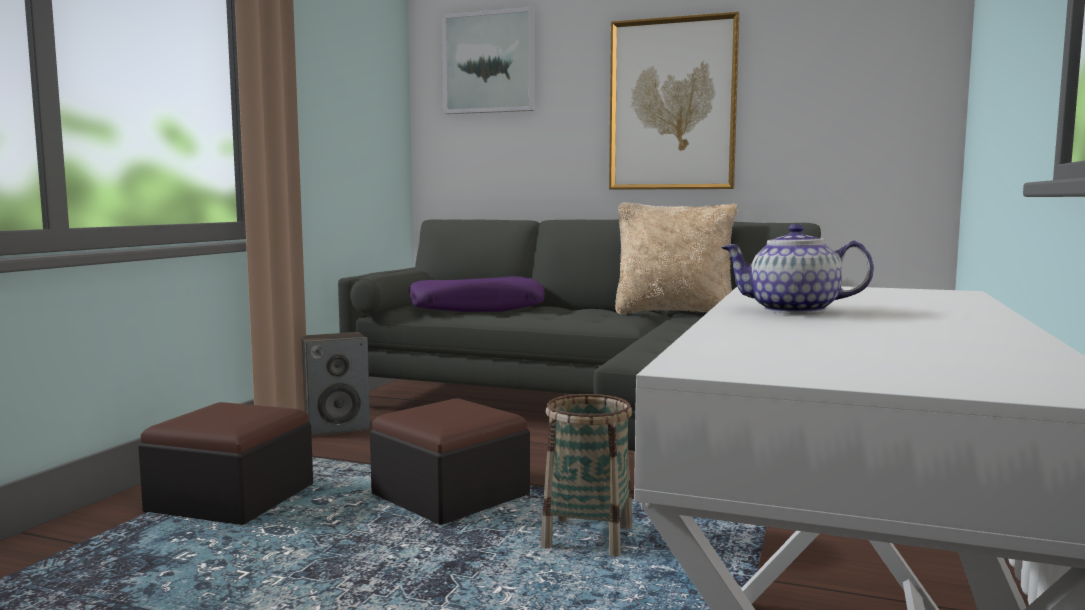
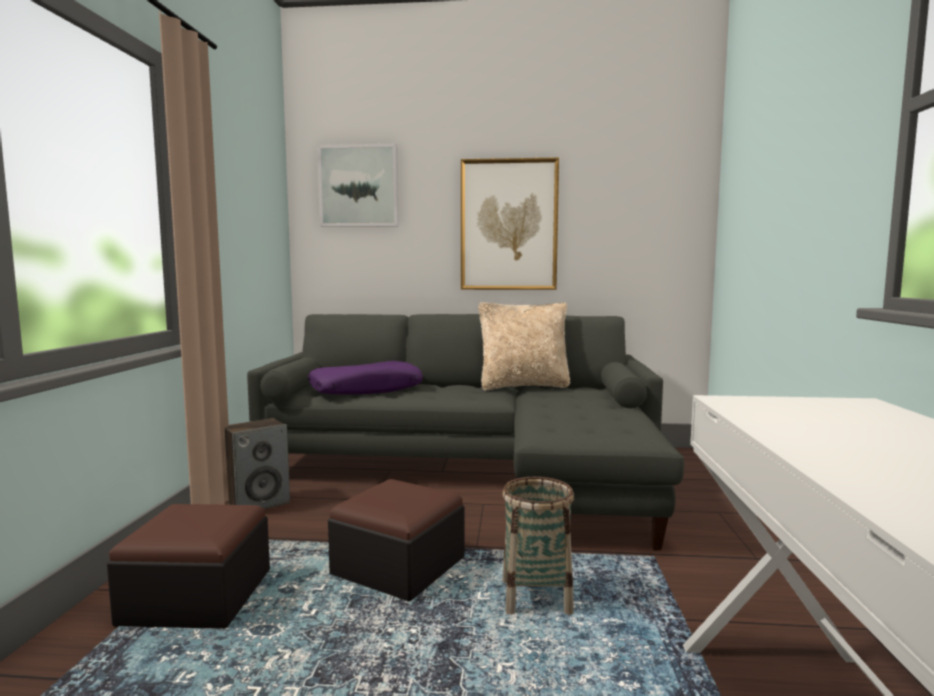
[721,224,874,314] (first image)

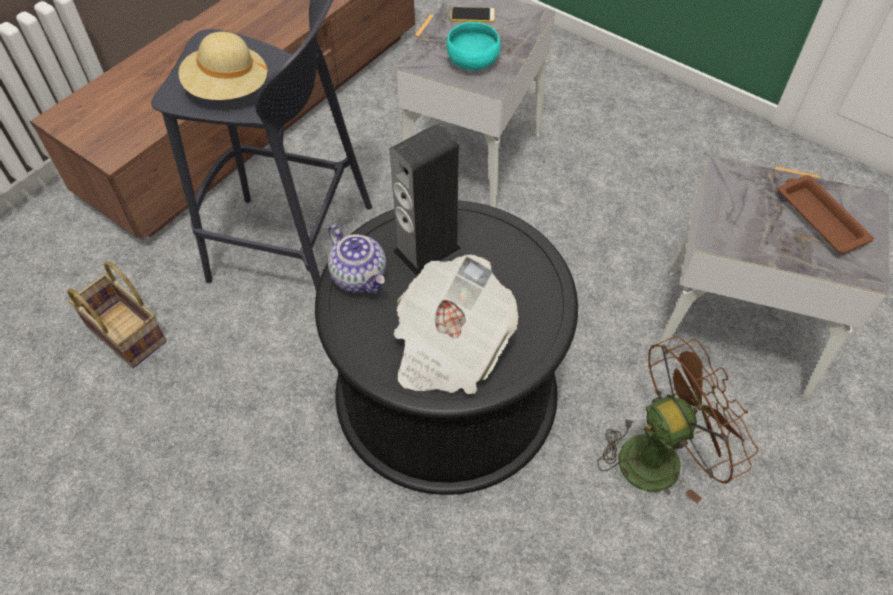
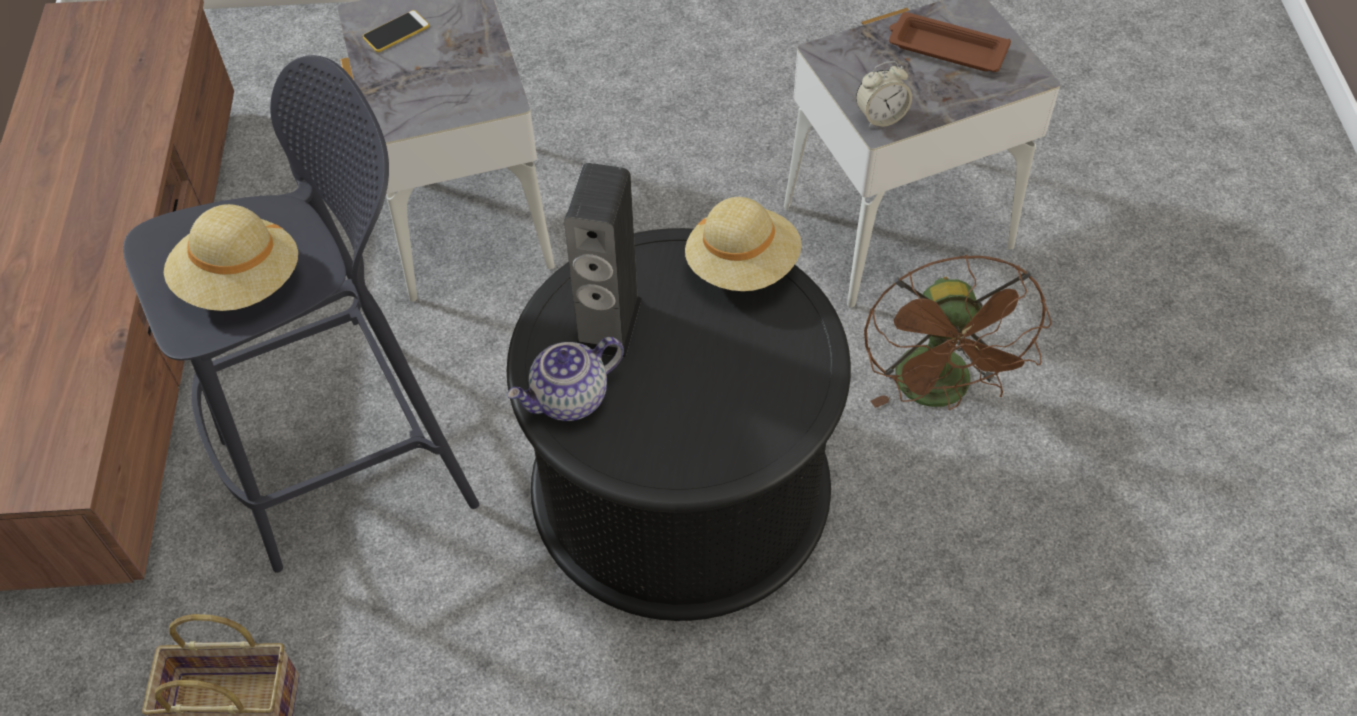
[507,337,624,421]
[685,197,802,291]
[856,61,912,128]
[864,255,1052,410]
[394,255,519,394] (first image)
[446,22,501,70] (first image)

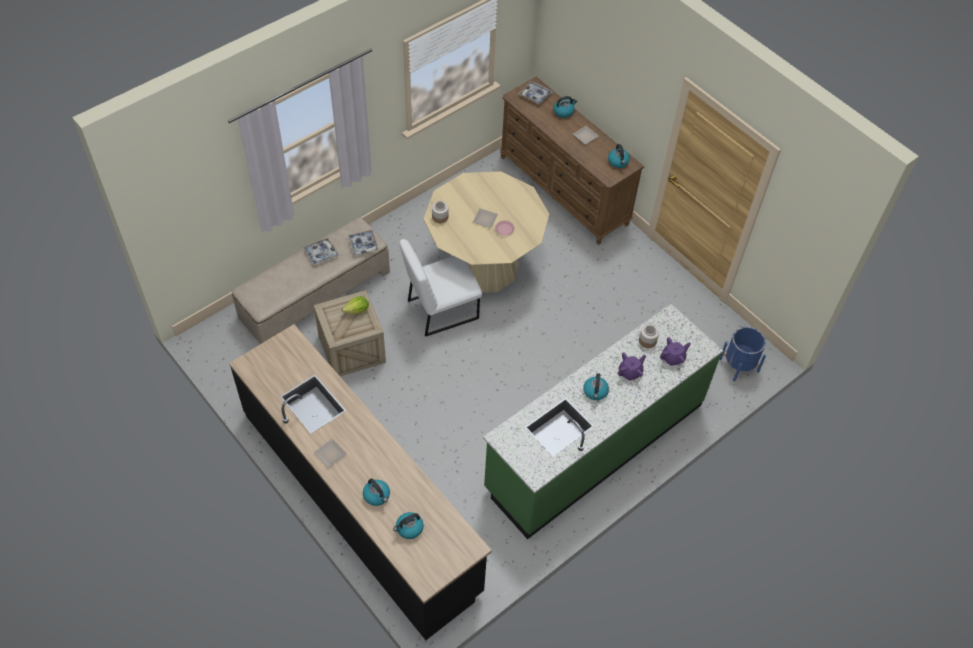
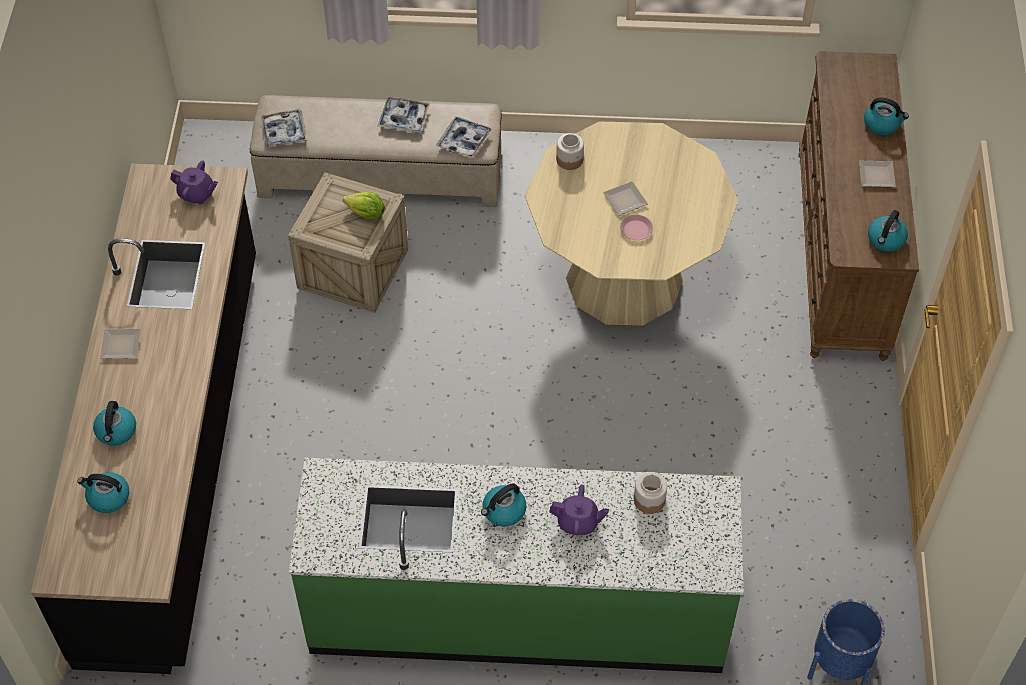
[170,160,218,204]
[261,109,308,147]
[399,239,482,337] (first image)

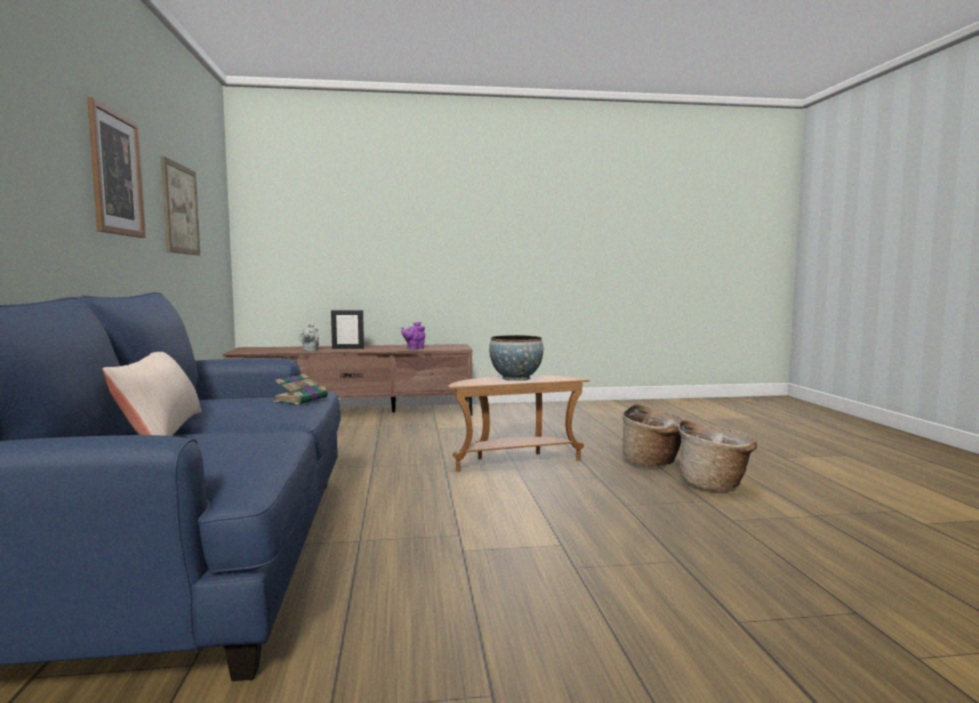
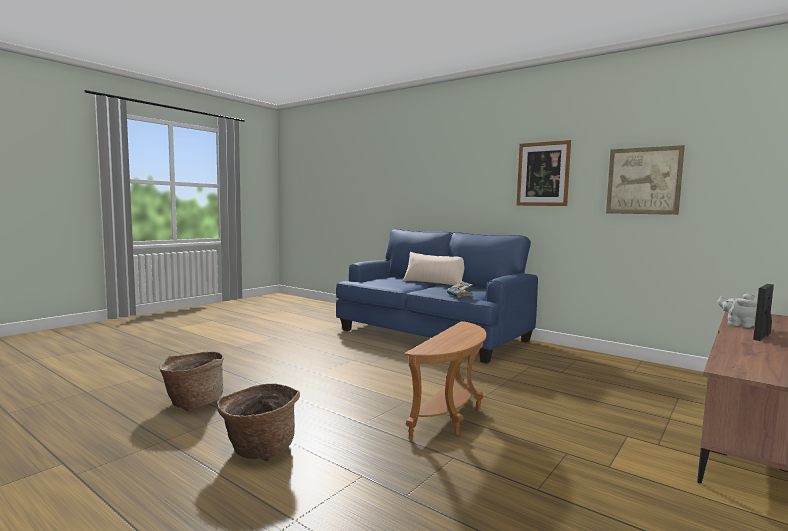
[159,351,224,411]
[401,322,425,350] (first image)
[489,335,543,381] (first image)

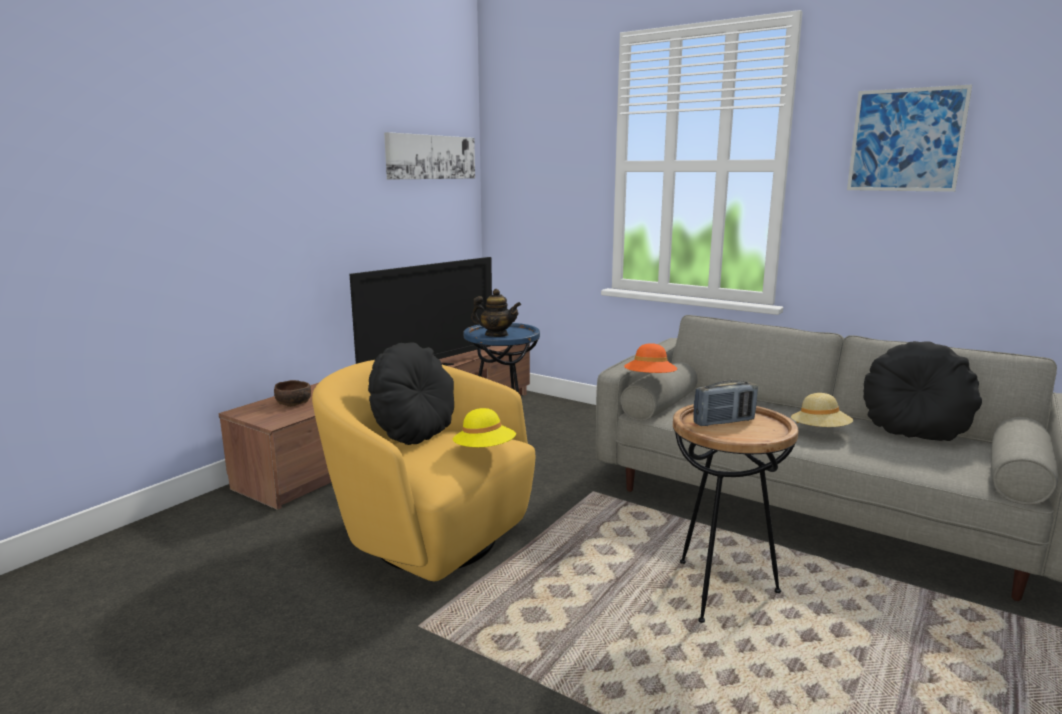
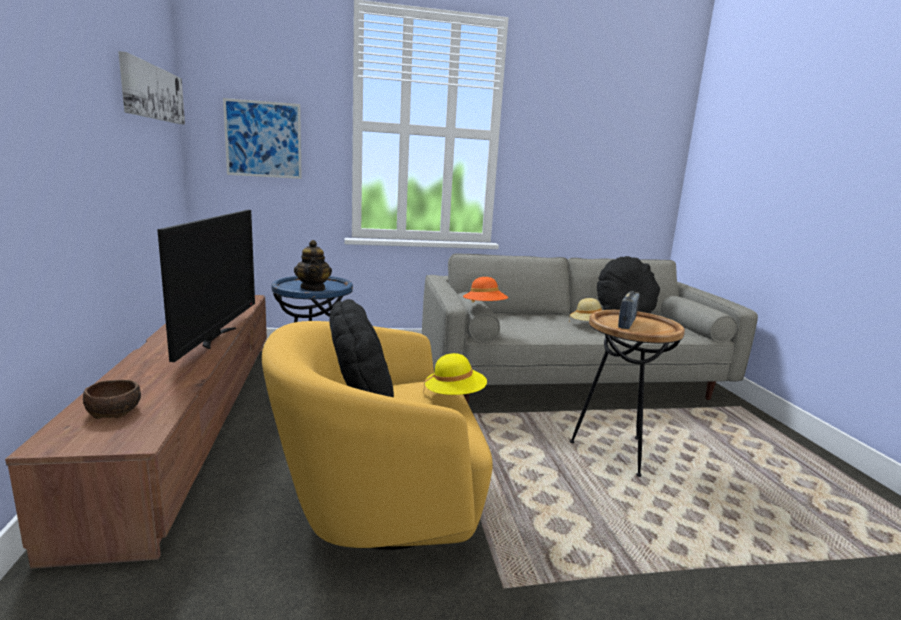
[223,98,302,179]
[294,240,332,291]

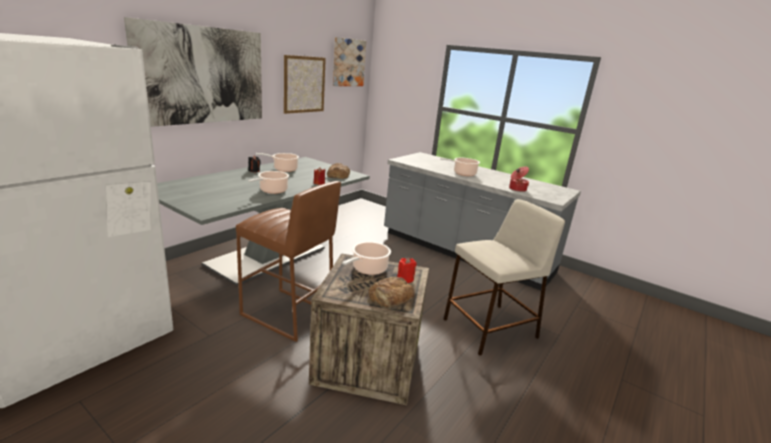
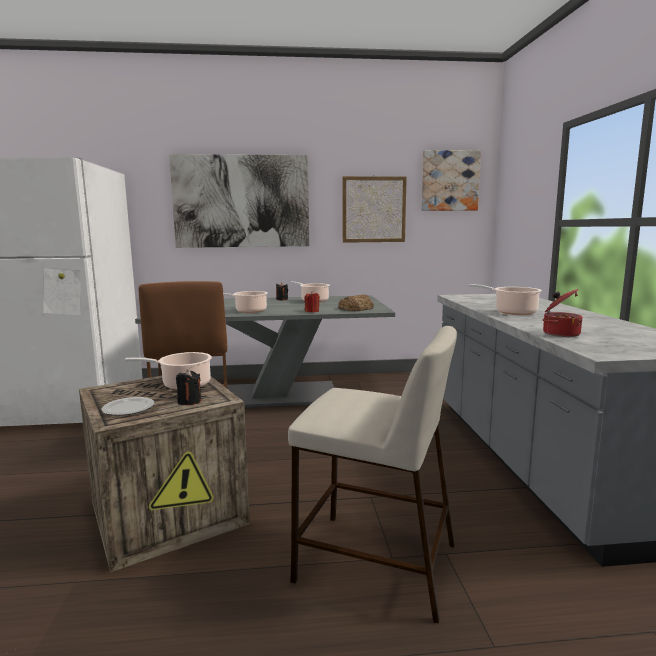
[101,397,154,416]
[176,369,201,405]

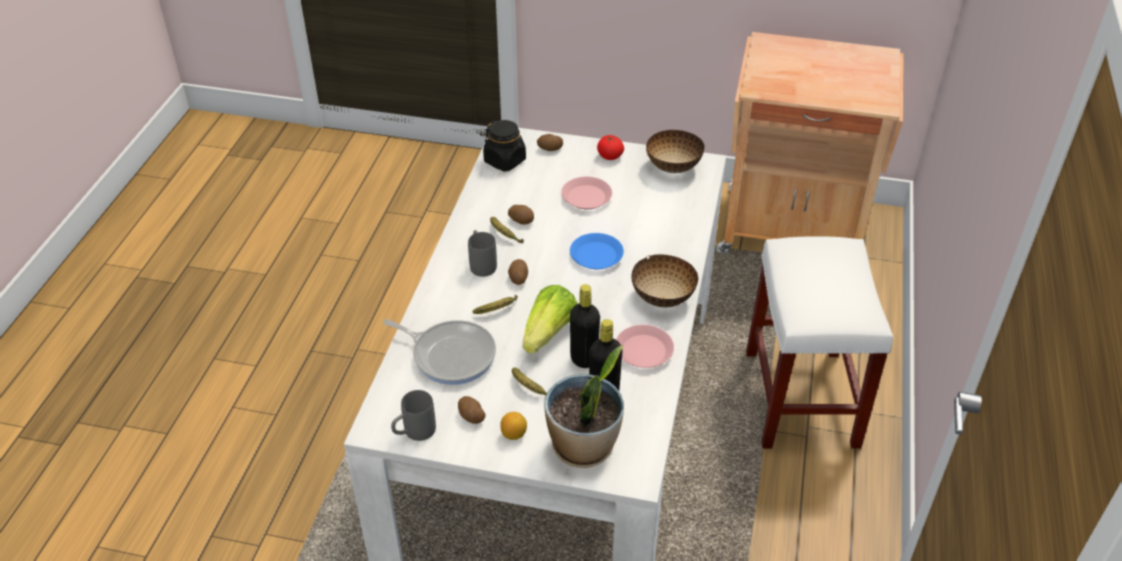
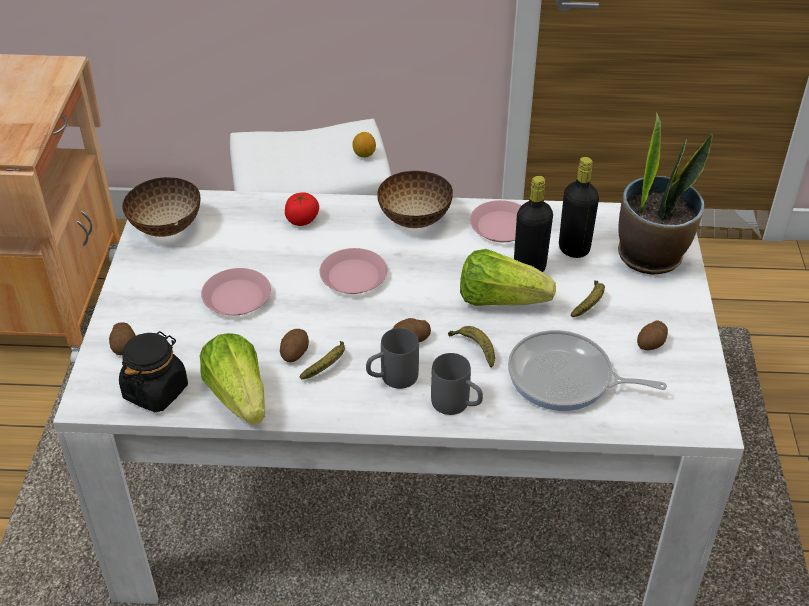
[200,333,265,425]
[285,192,319,226]
[320,248,387,294]
[352,132,376,158]
[431,353,483,415]
[508,330,667,411]

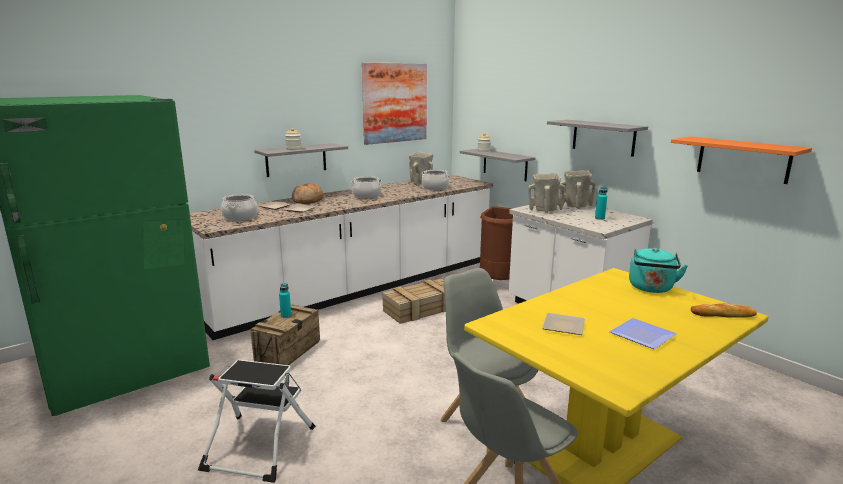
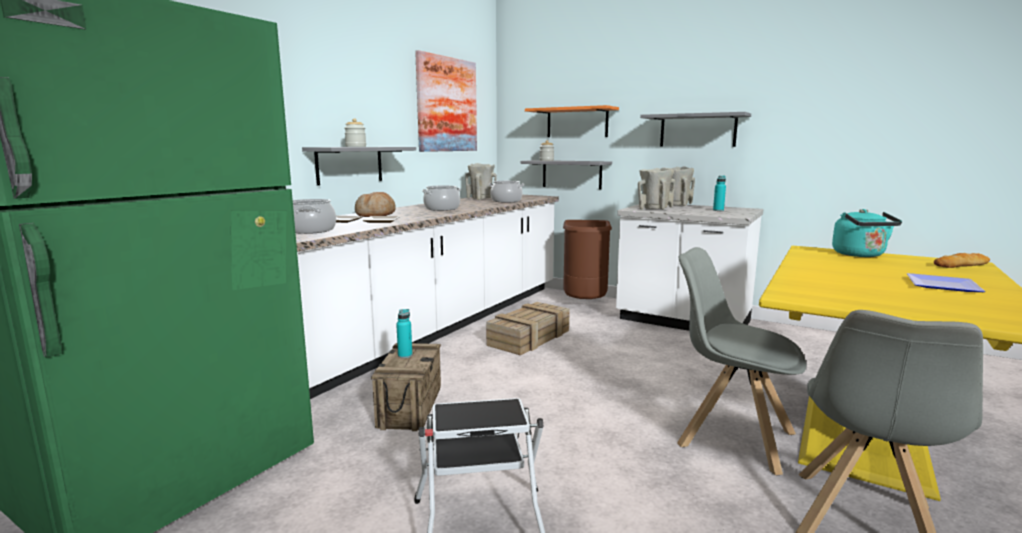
[525,105,619,137]
[542,313,585,335] (first image)

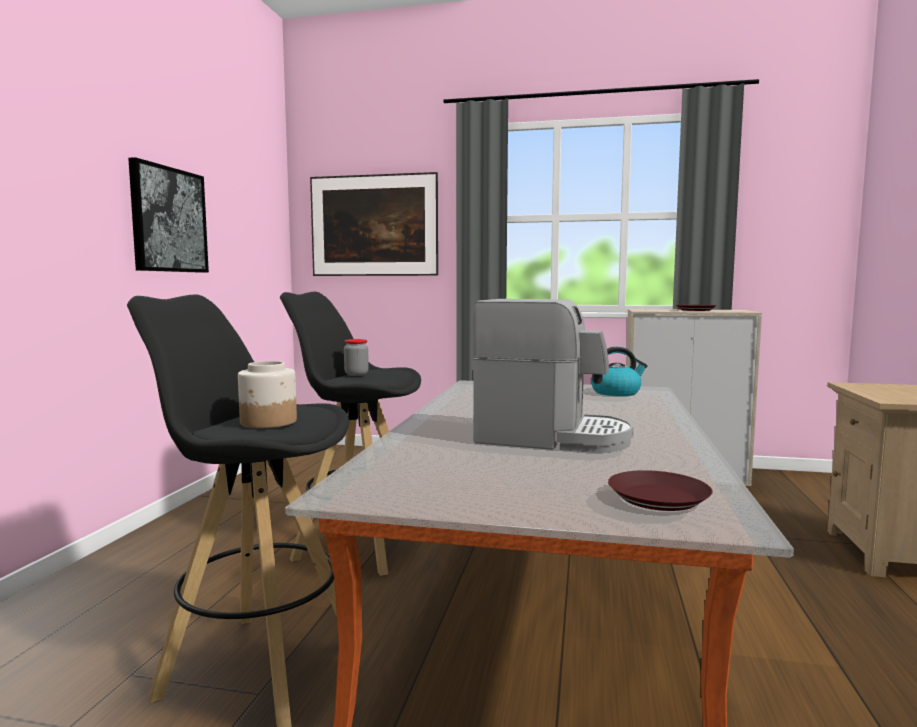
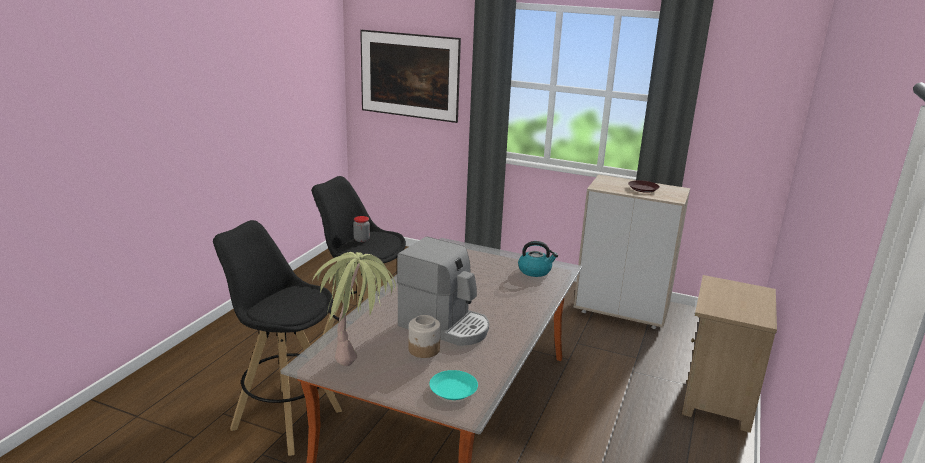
[312,252,396,366]
[409,315,441,358]
[429,370,478,400]
[128,157,209,273] (first image)

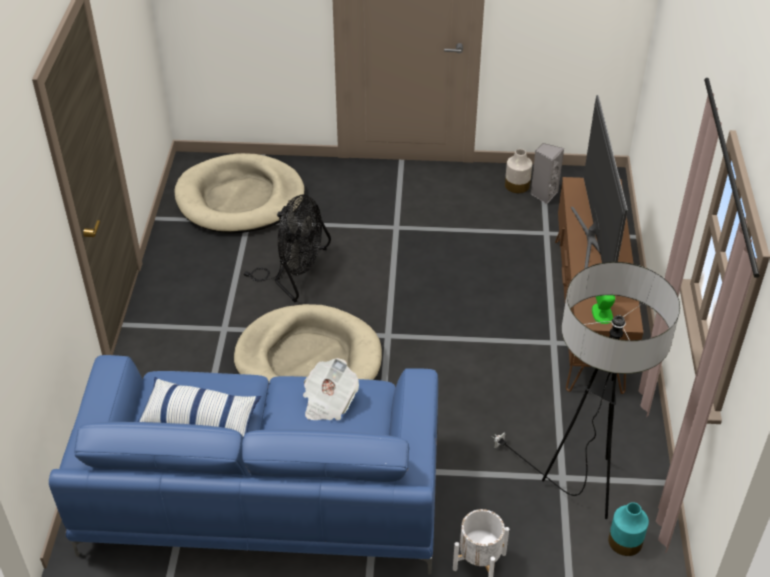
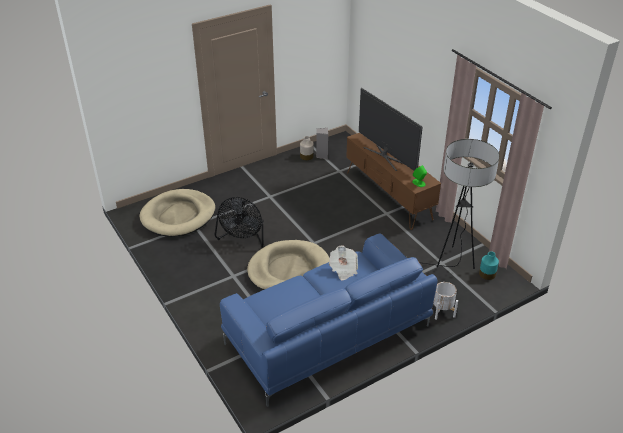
[215,196,264,248]
[138,377,261,437] (first image)

